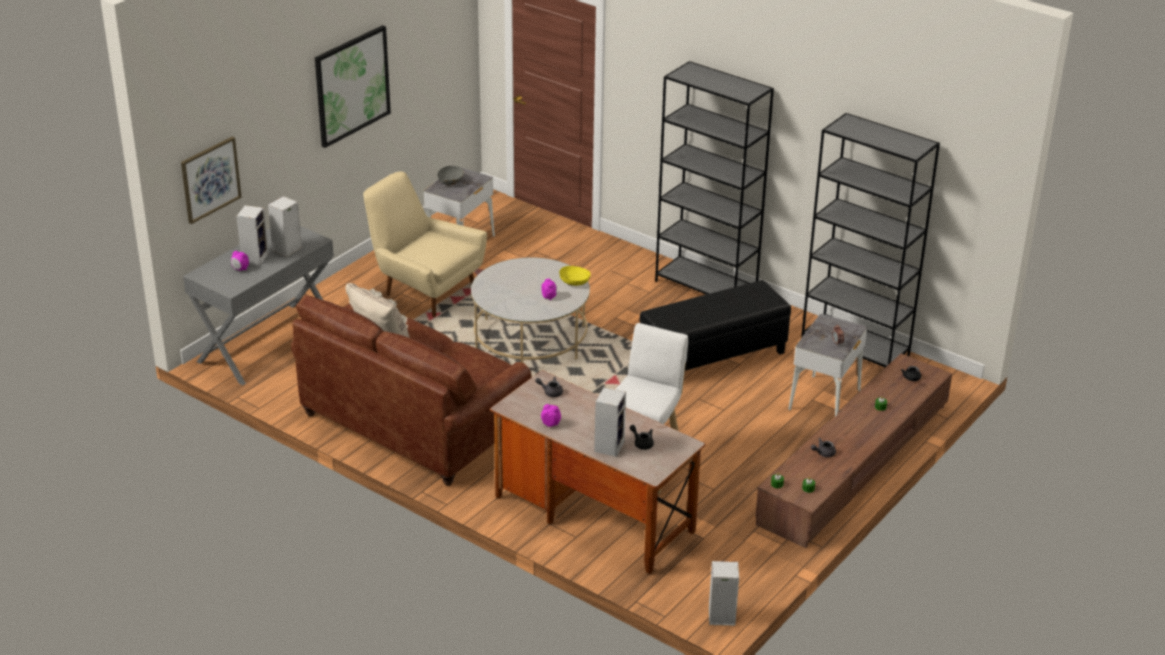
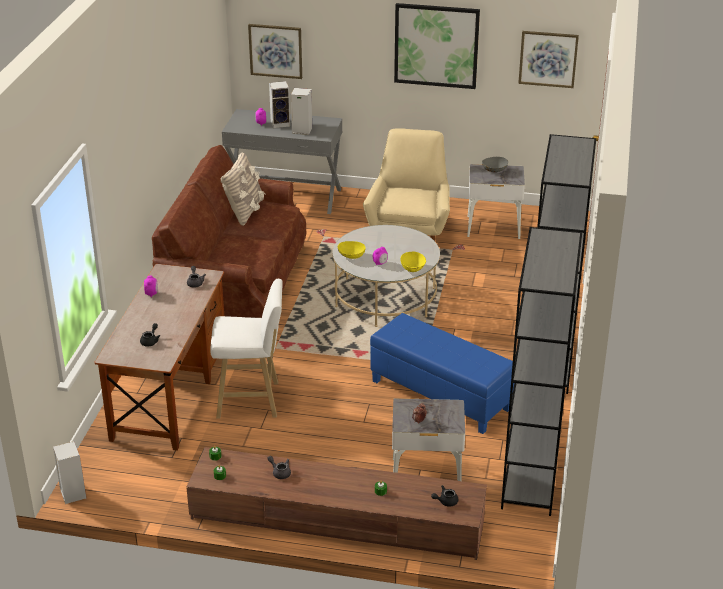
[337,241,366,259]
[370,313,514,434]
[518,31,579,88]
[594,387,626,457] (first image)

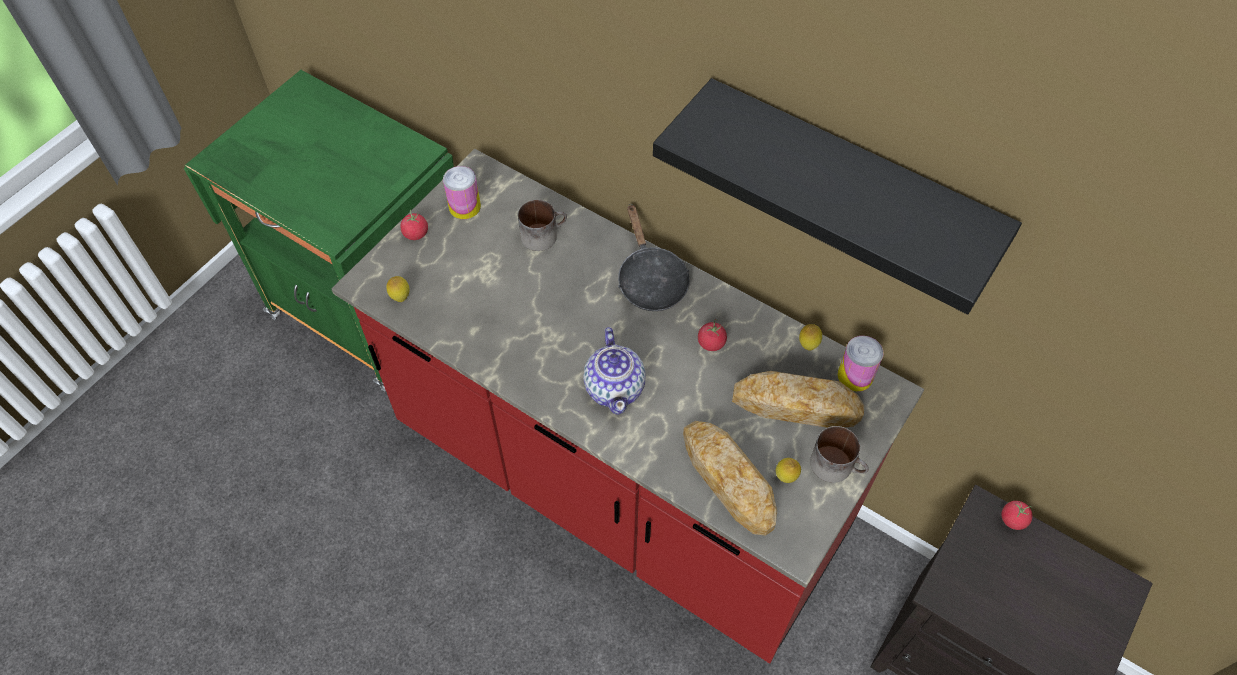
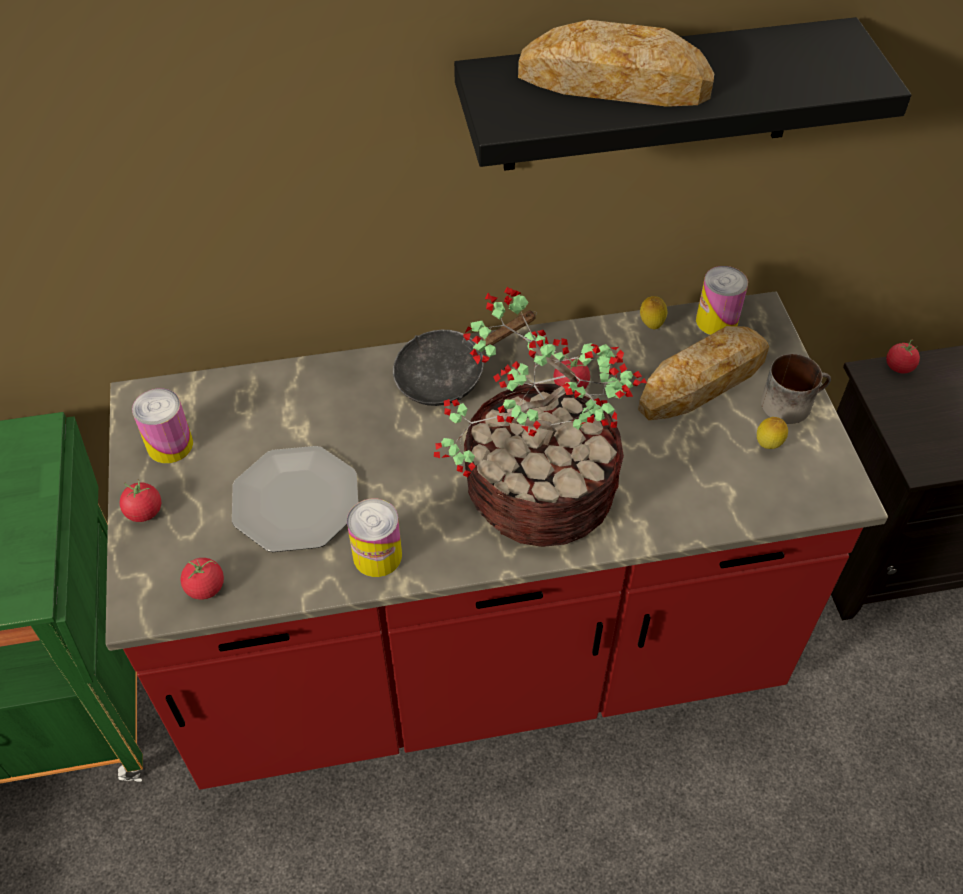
[180,558,224,600]
[232,446,358,552]
[347,499,402,577]
[393,310,537,406]
[434,286,647,547]
[518,20,714,107]
[518,200,567,251] (first image)

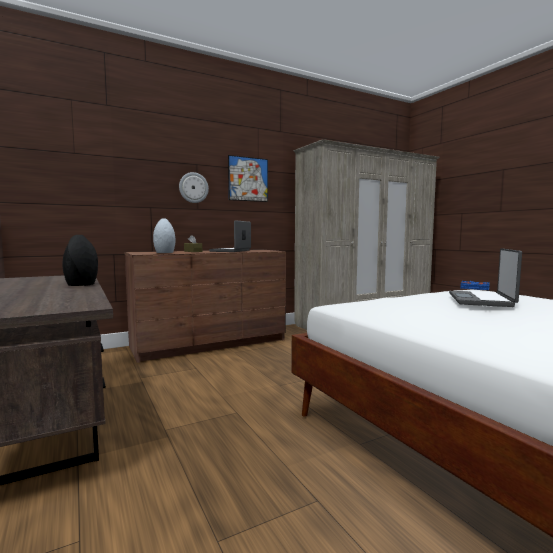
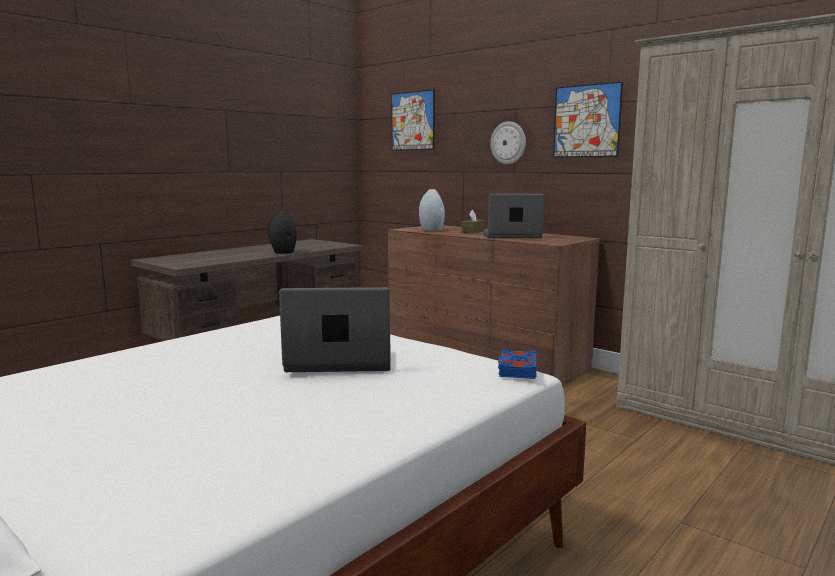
[391,90,435,151]

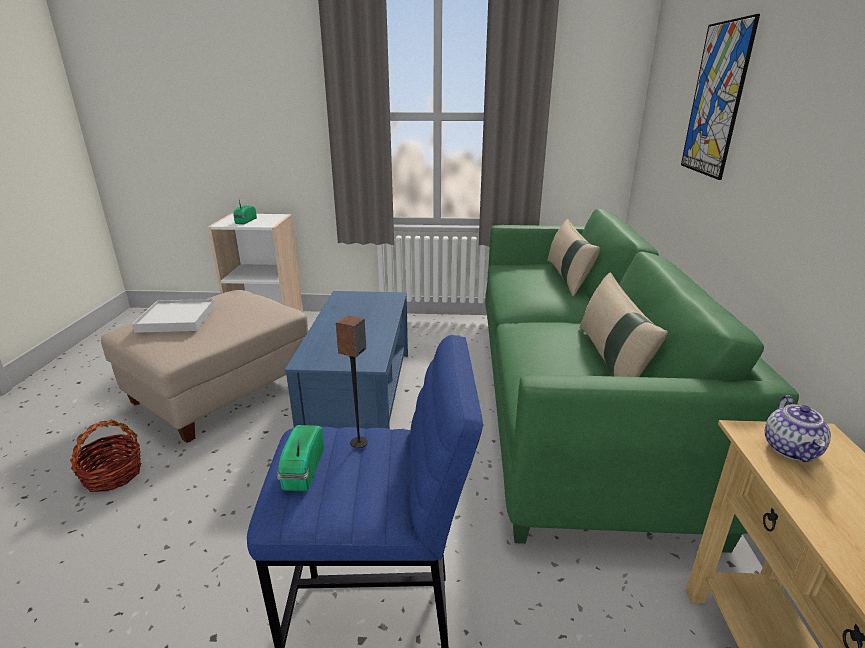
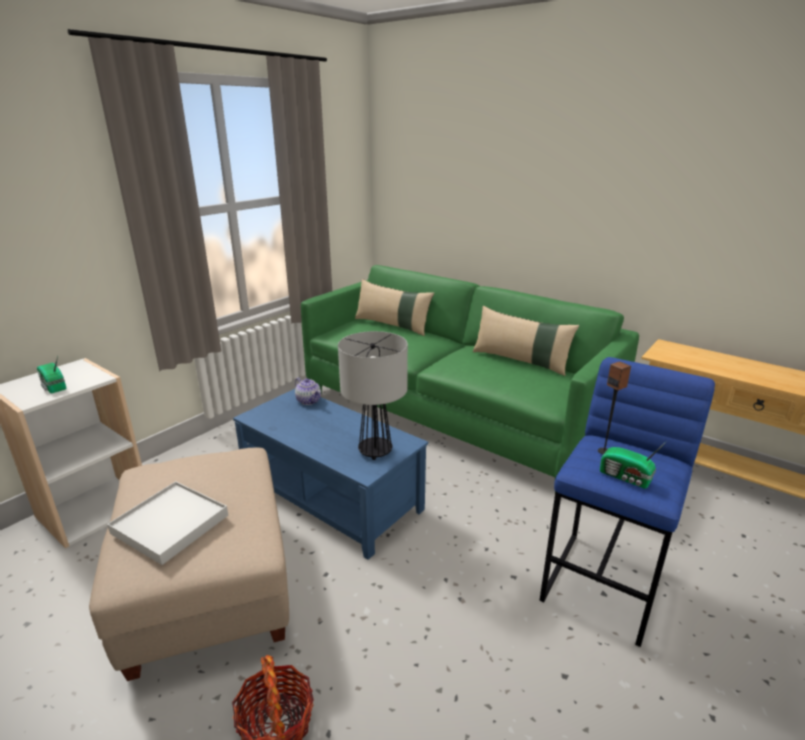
[295,378,321,405]
[338,331,408,460]
[681,14,760,180] (first image)

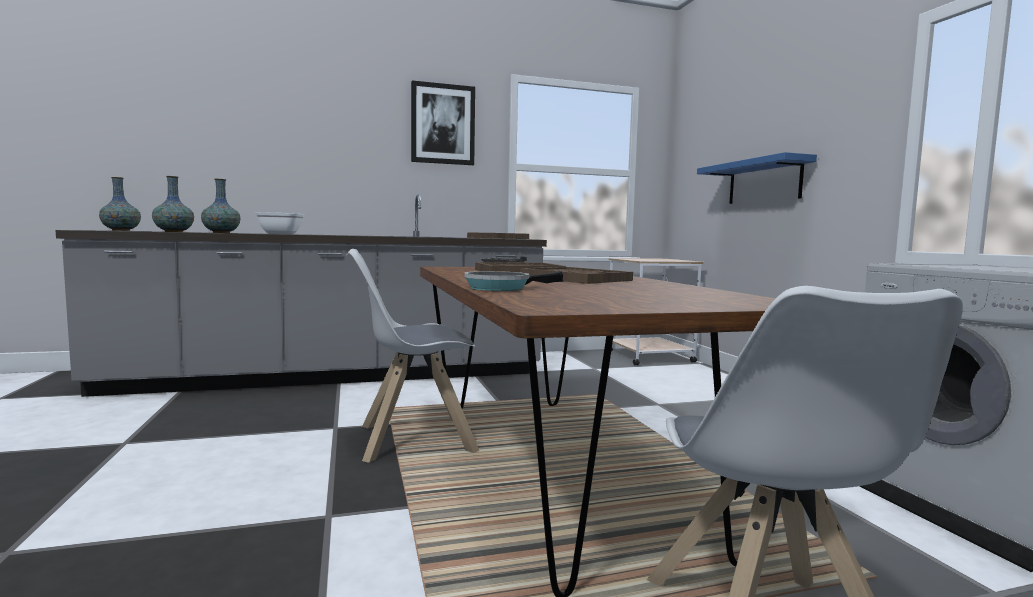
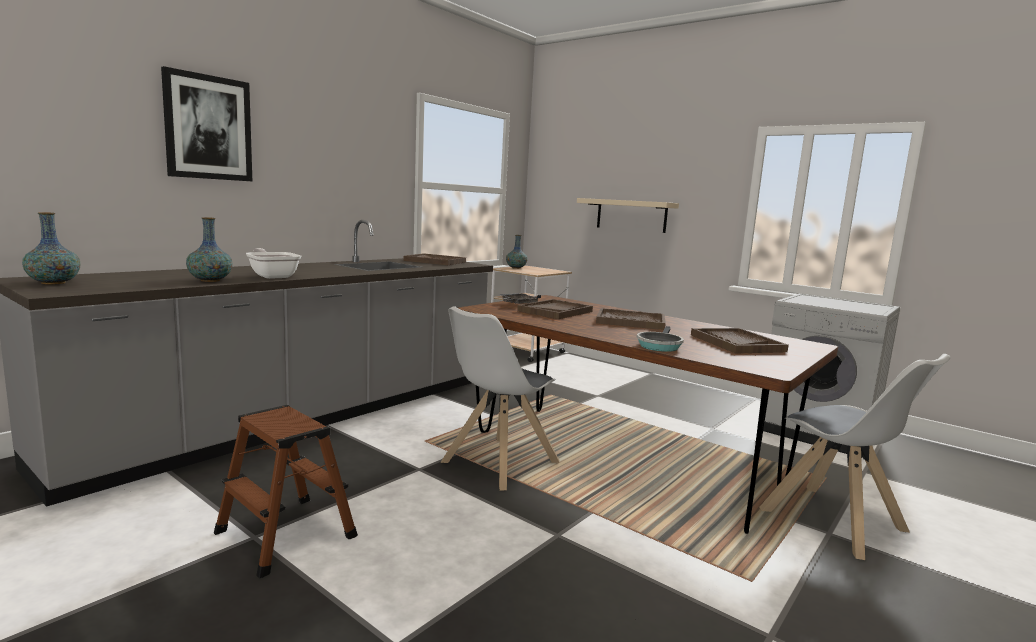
[161,66,252,181]
[214,405,358,578]
[506,235,528,269]
[577,198,679,233]
[691,328,789,354]

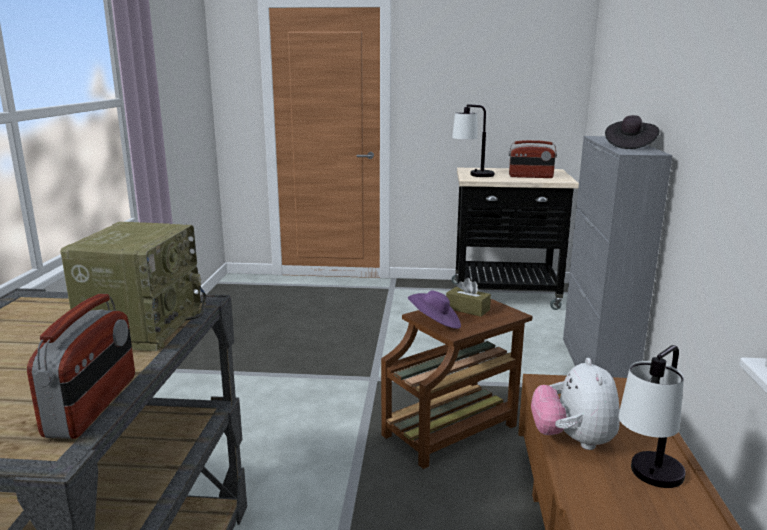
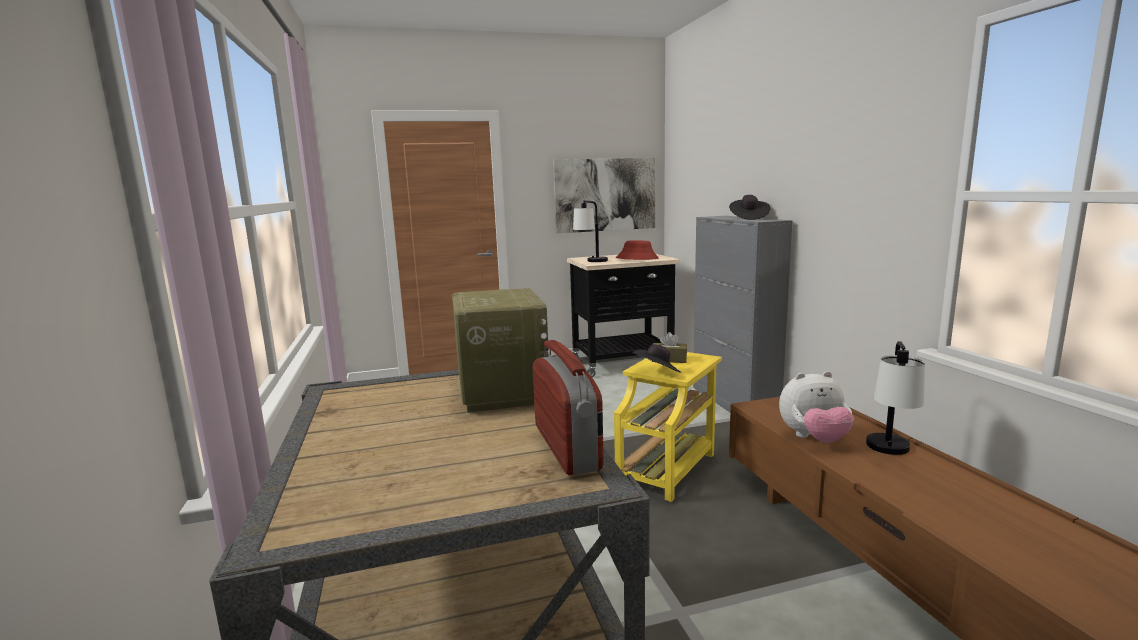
[553,158,655,233]
[614,352,722,502]
[616,240,659,260]
[632,344,682,373]
[779,371,854,443]

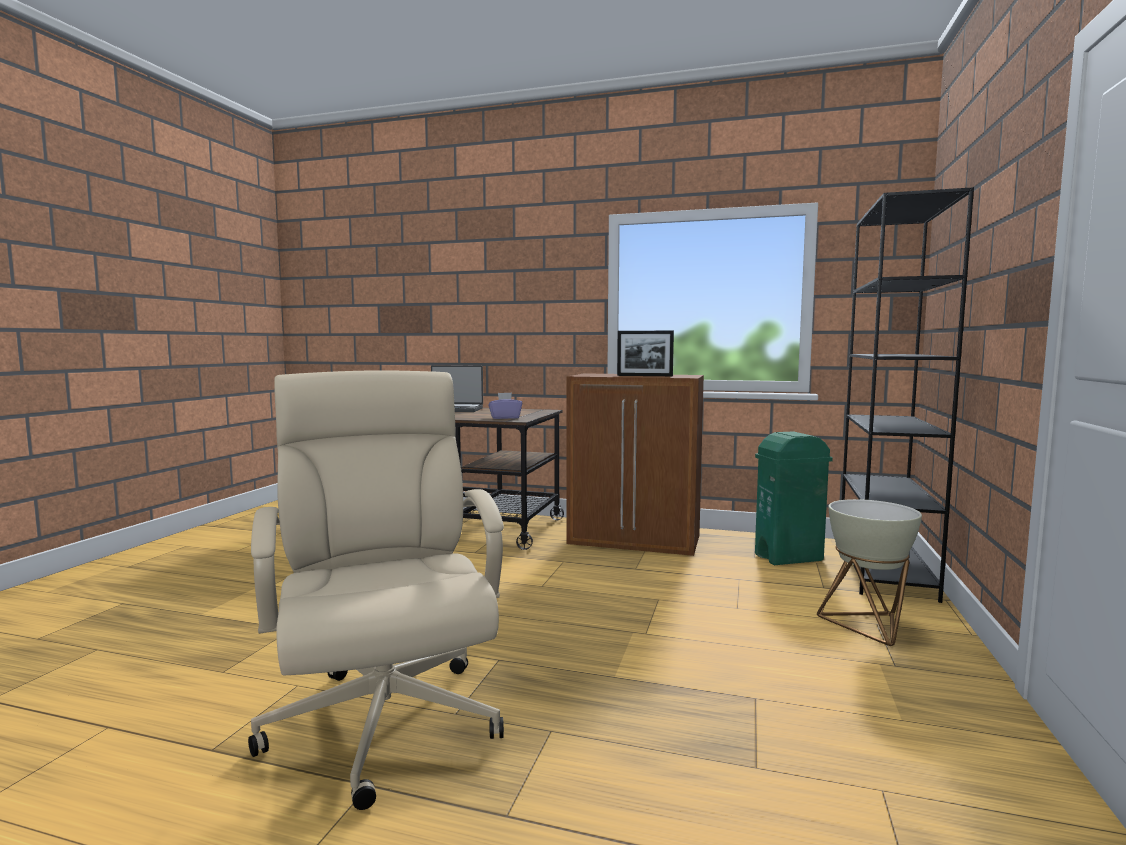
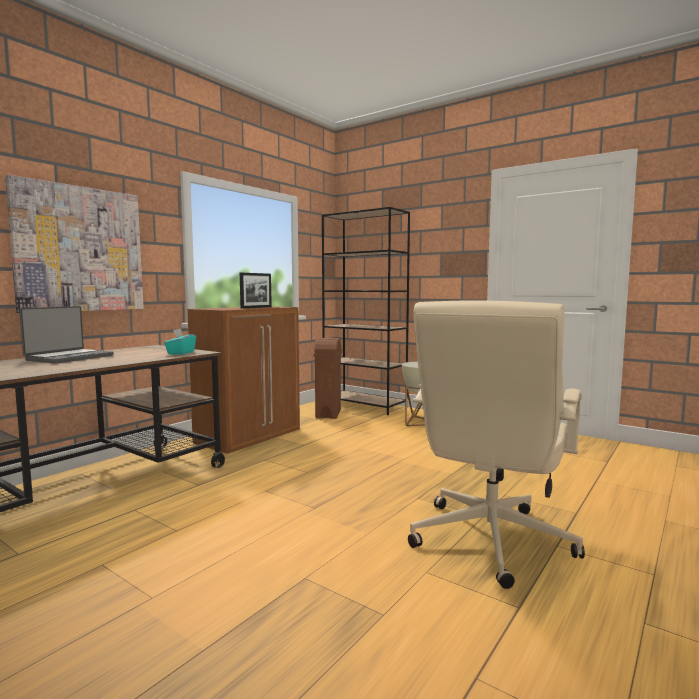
[5,175,144,313]
[164,328,196,355]
[313,338,342,419]
[322,207,410,415]
[408,300,585,589]

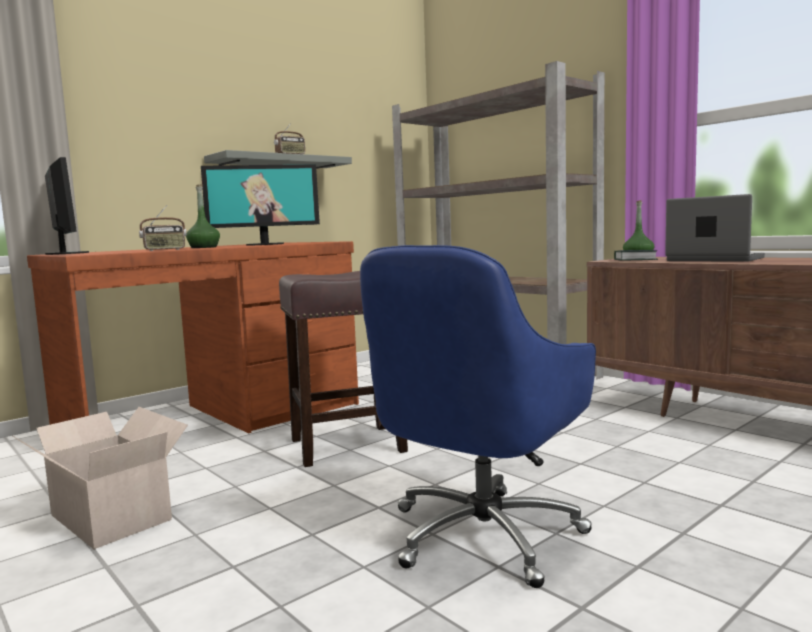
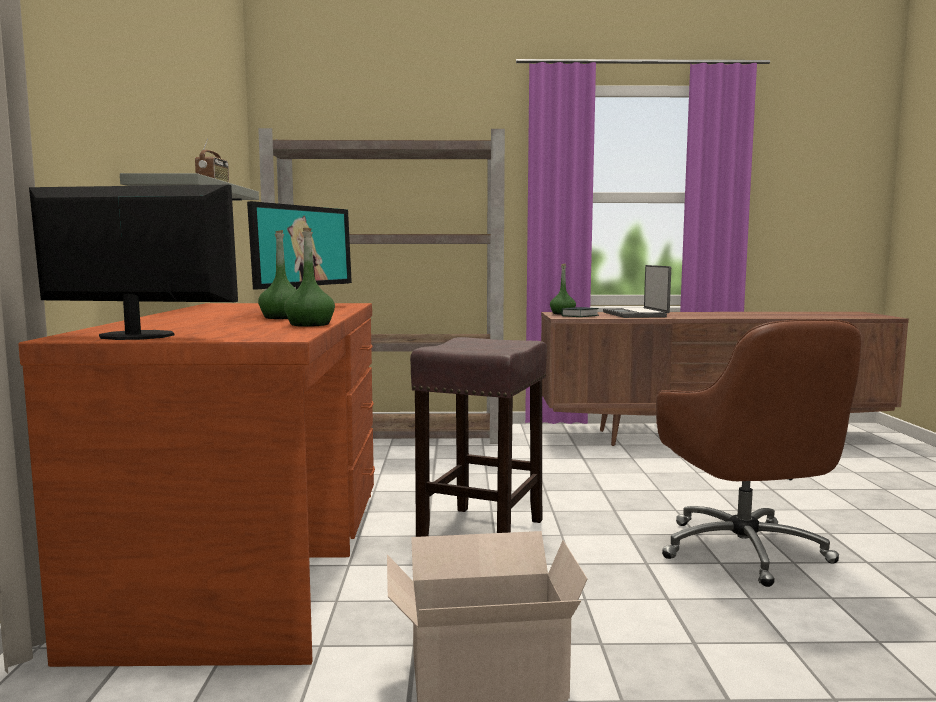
[284,228,335,327]
[603,265,671,318]
[656,319,861,587]

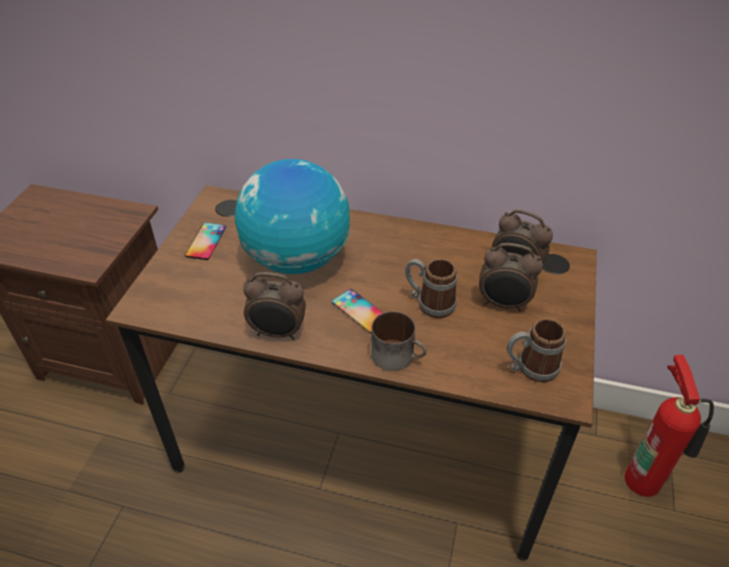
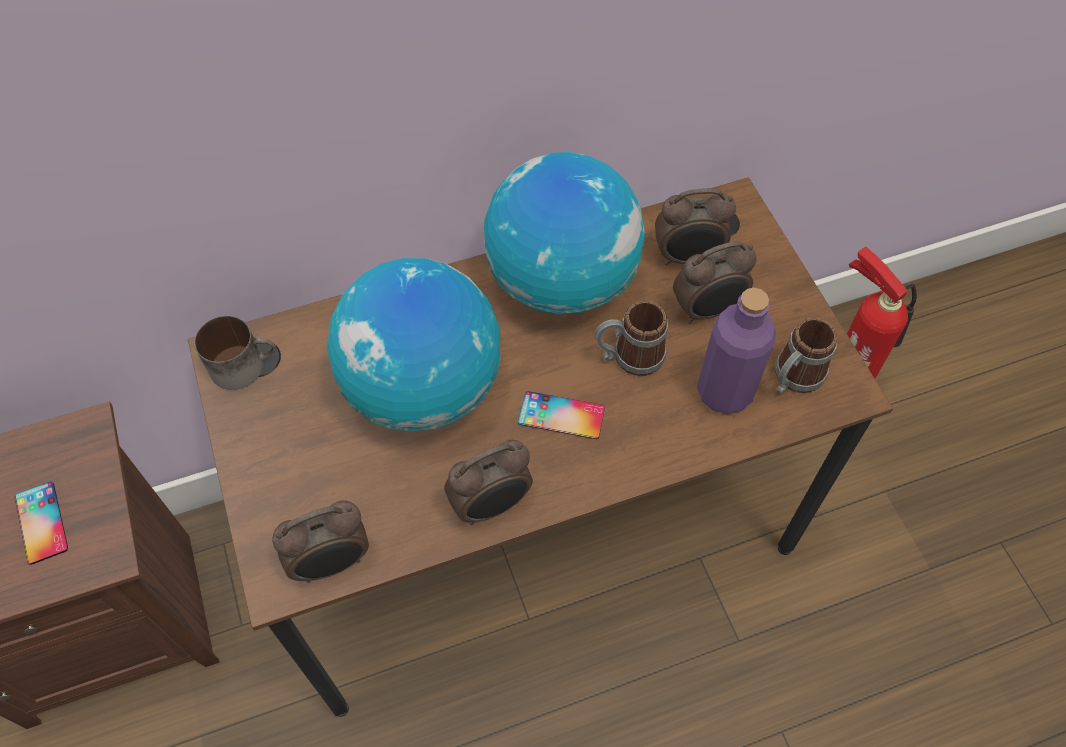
[15,482,68,565]
[195,316,276,390]
[272,500,369,583]
[484,152,645,315]
[697,288,776,414]

